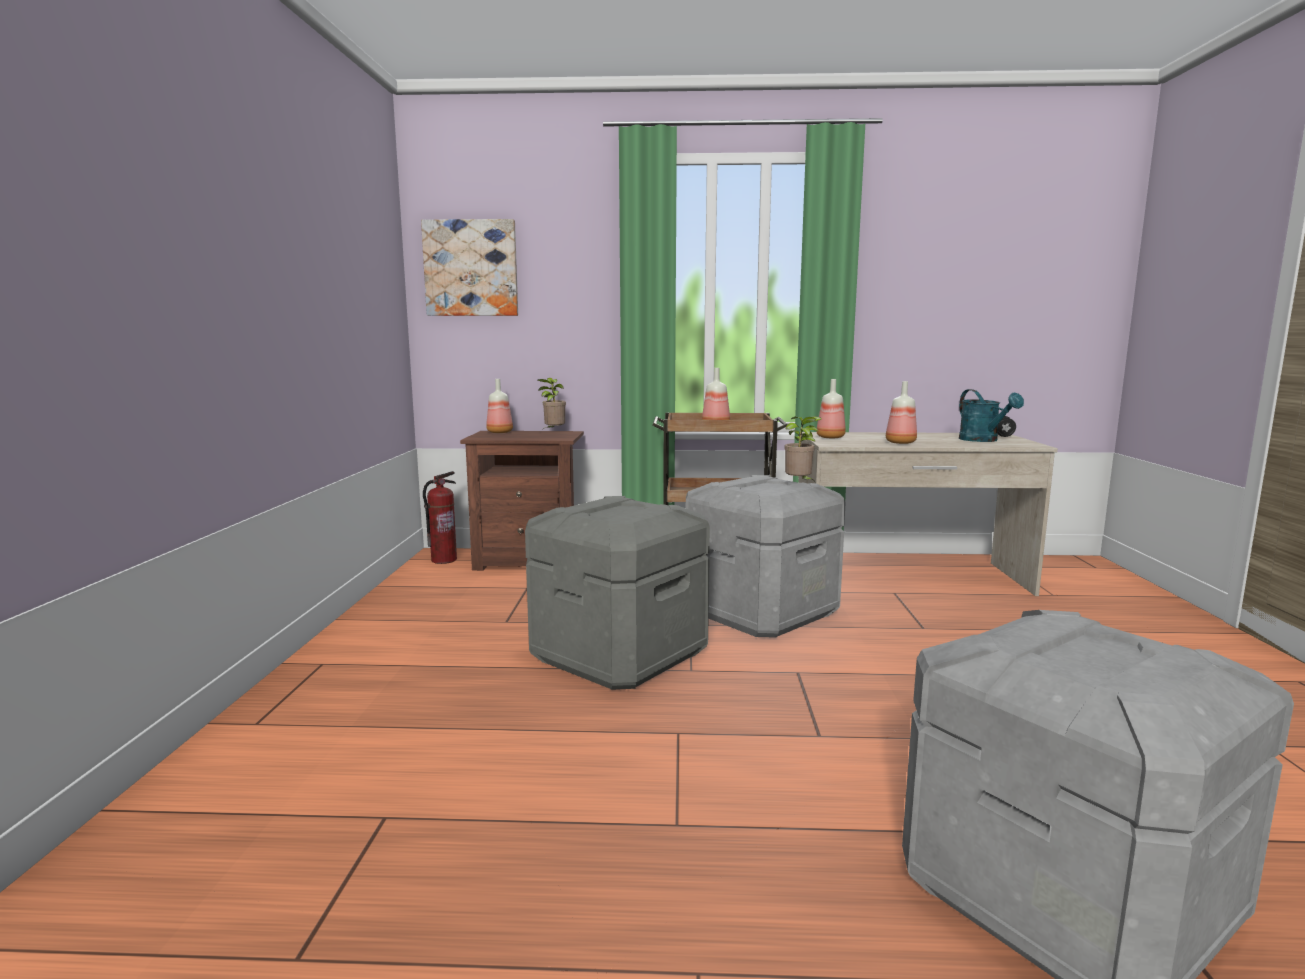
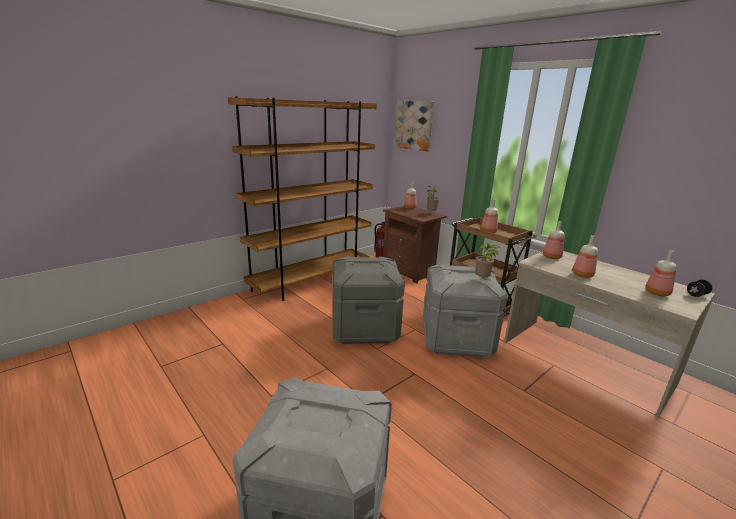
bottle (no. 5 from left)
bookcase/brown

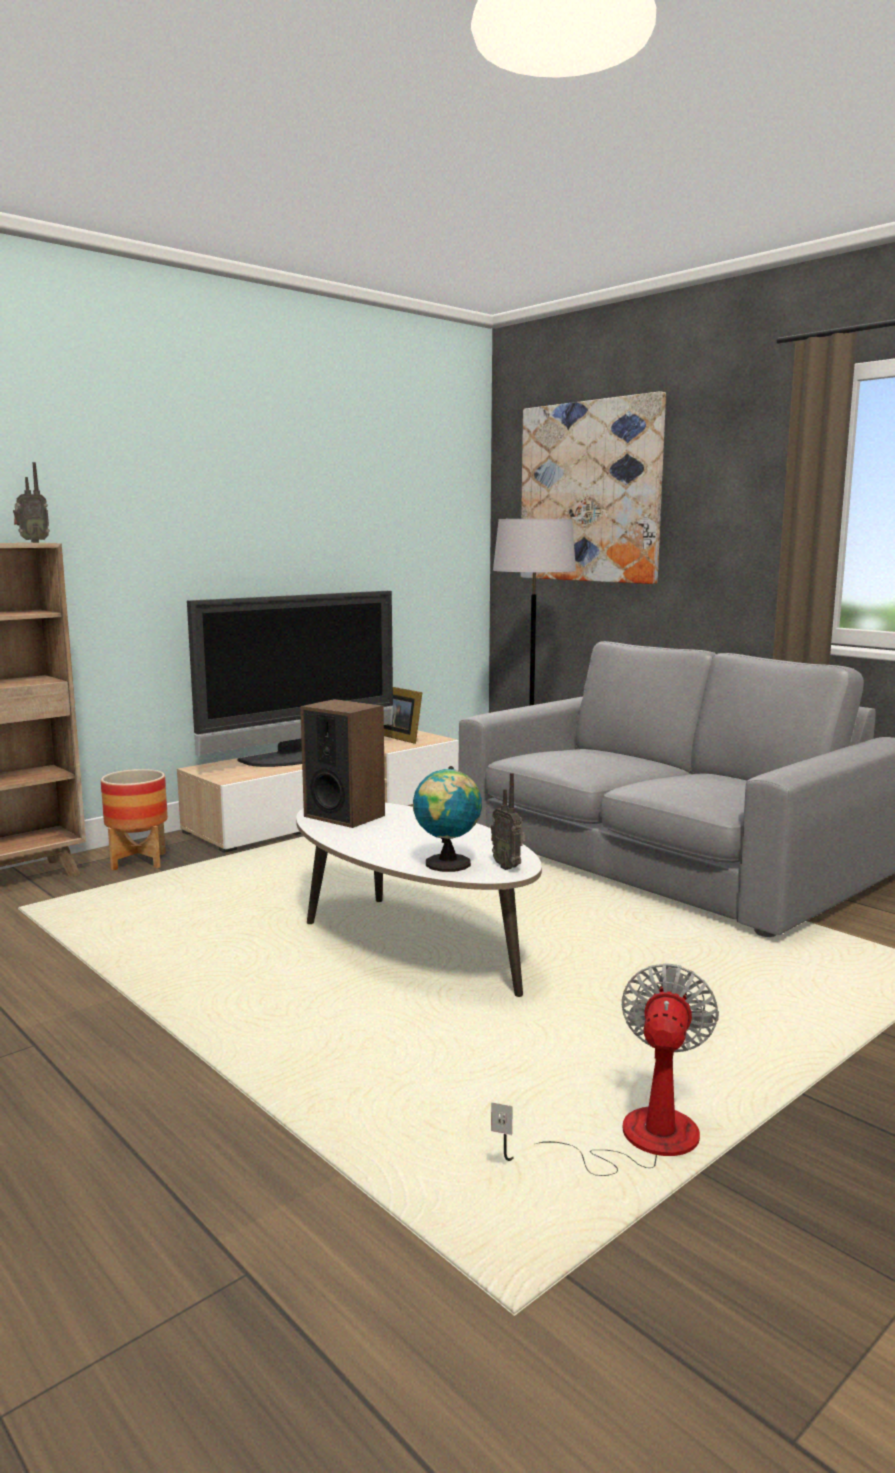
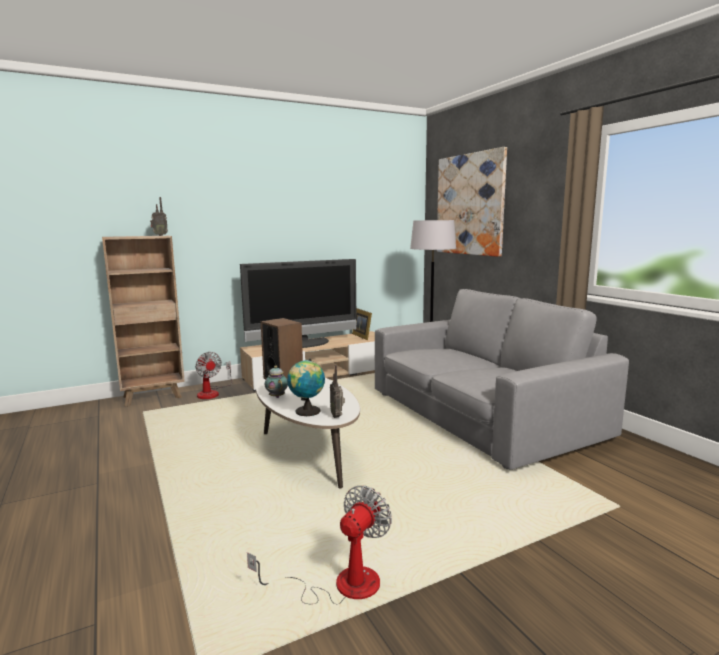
fan (no. 1 from left)
teapot

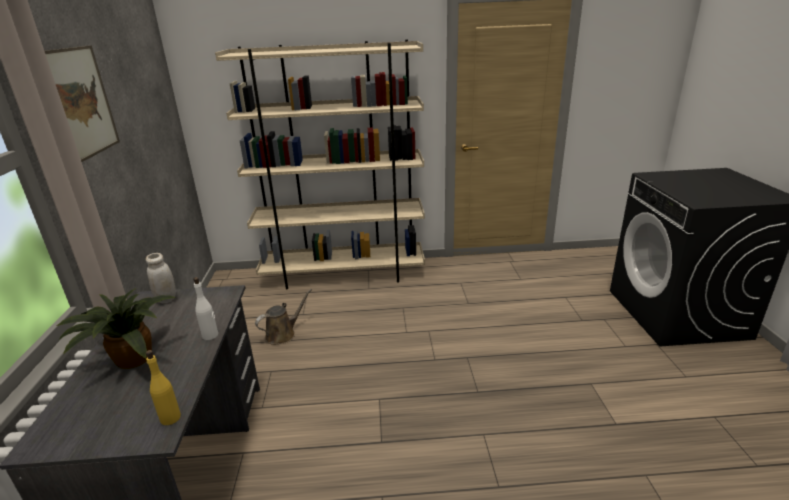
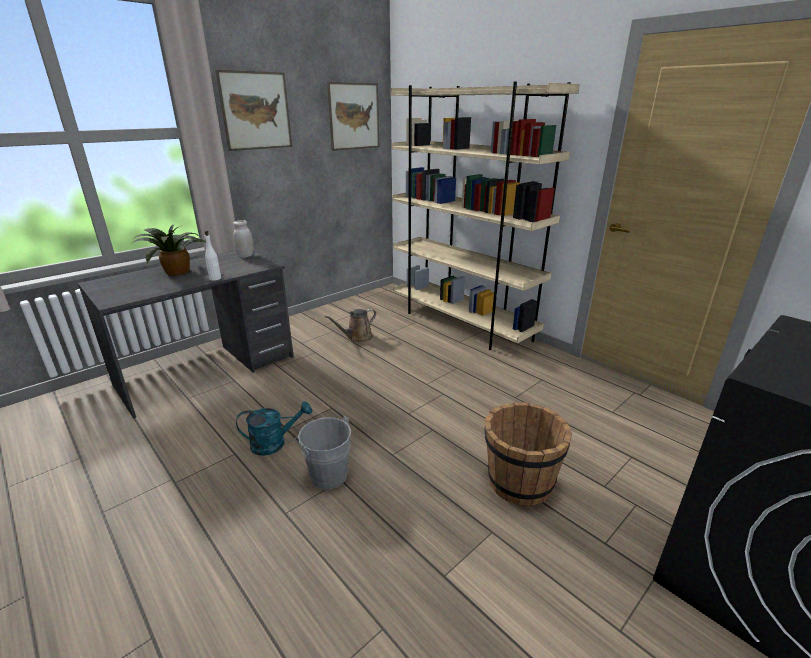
watering can/brown
bottle/yellow
picture (no. 2 from left)
watering can/turquoise
bucket/brown
bucket/grey

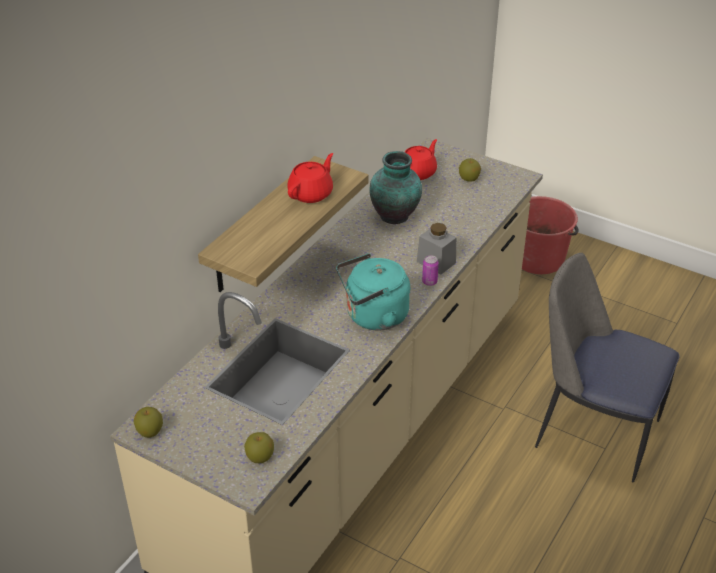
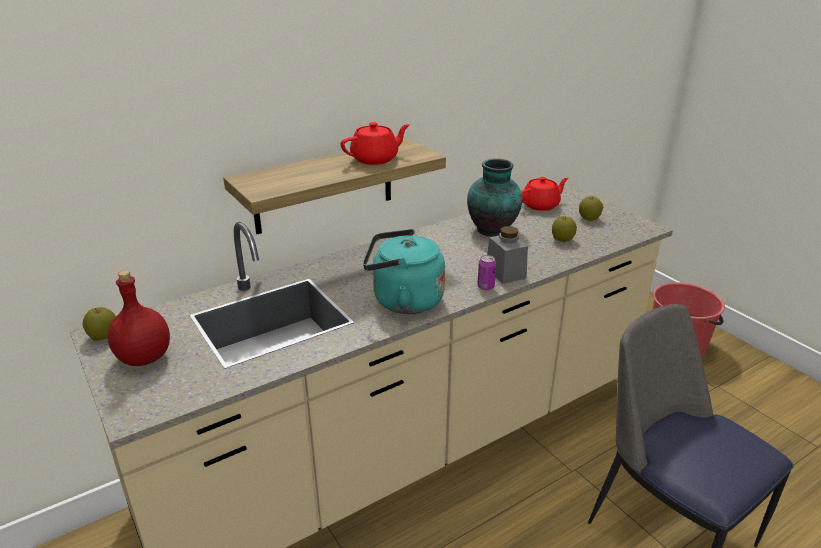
apple (no. 2 from left)
bottle/red

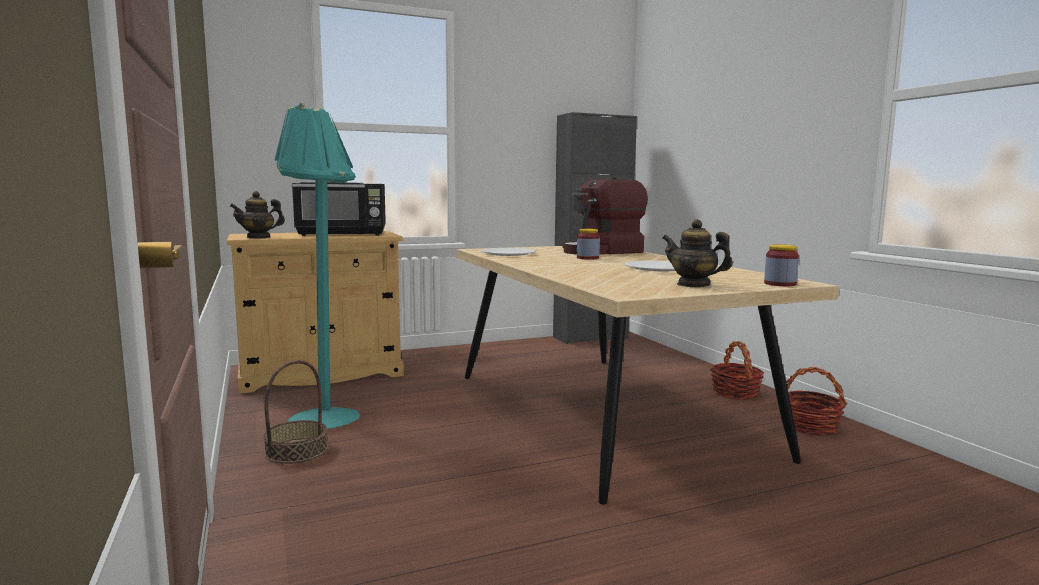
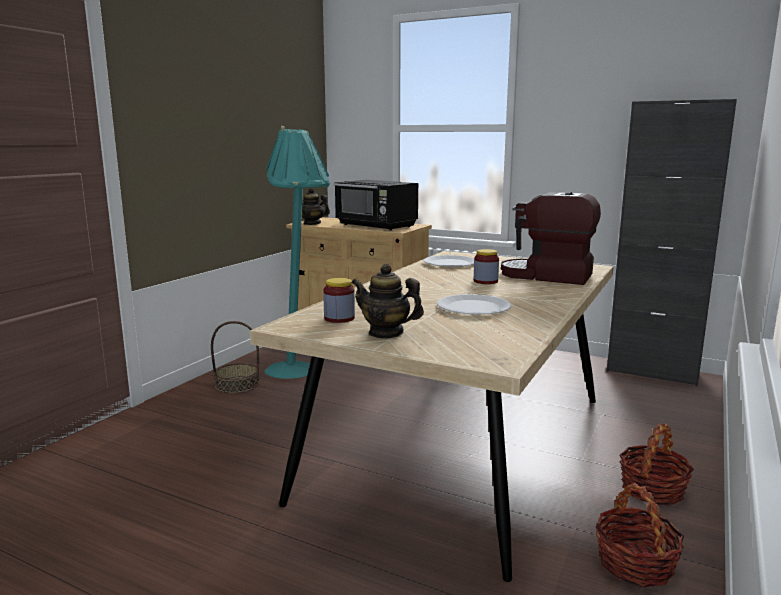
teapot (no. 2 from left)
jar (no. 1 from left)

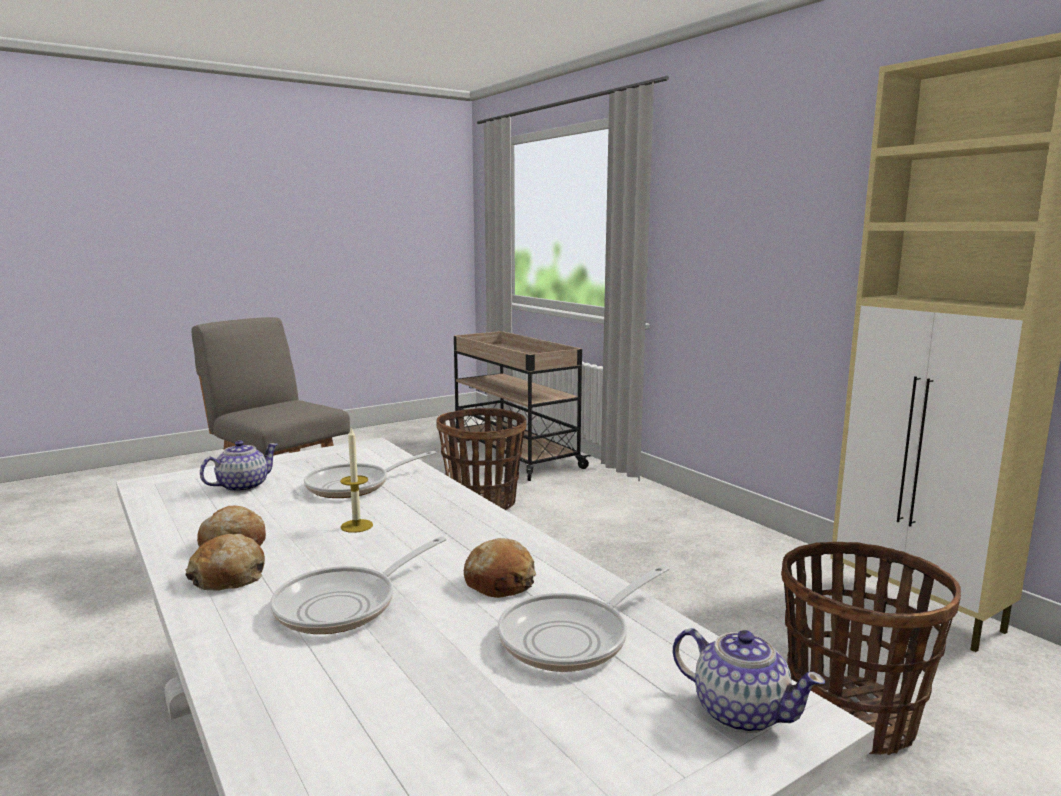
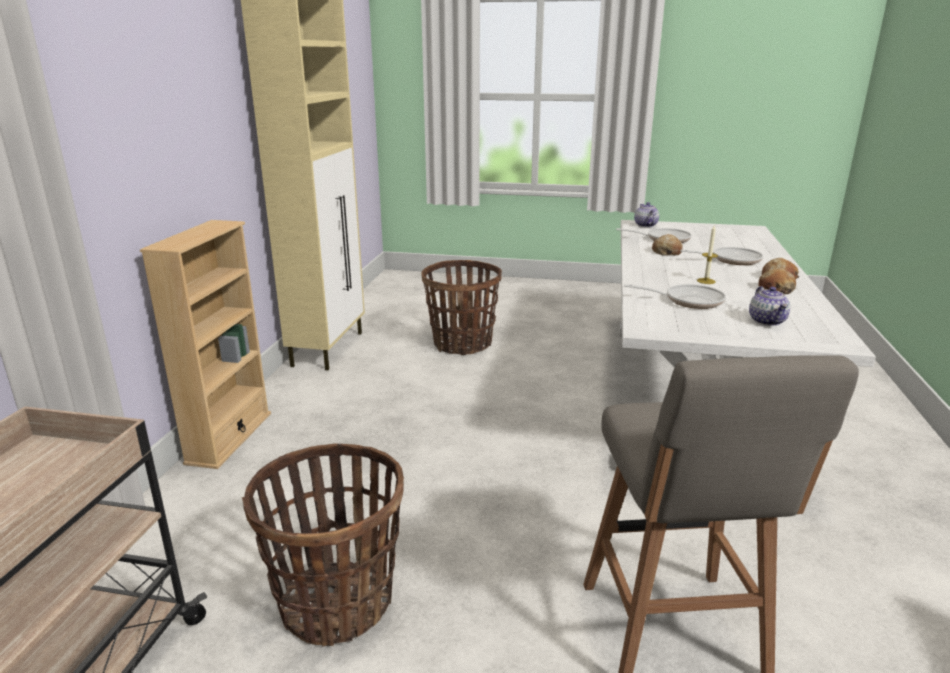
teapot (no. 2 from left)
bookcase/beige

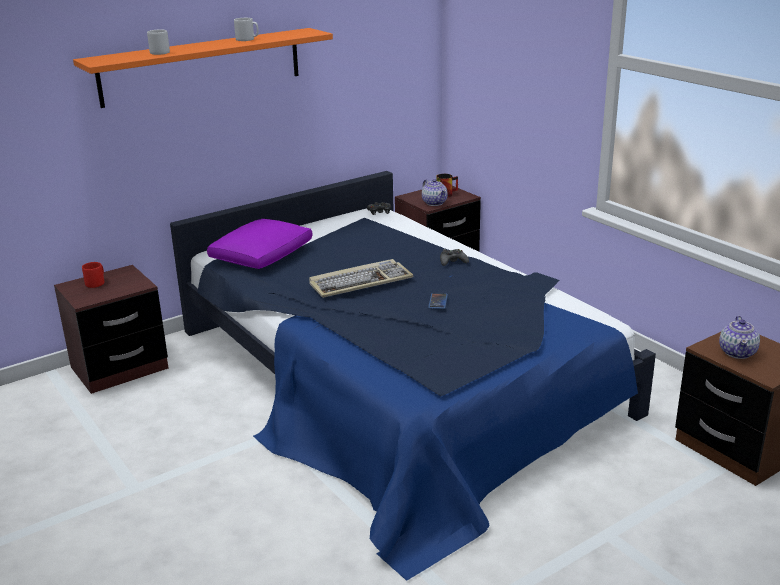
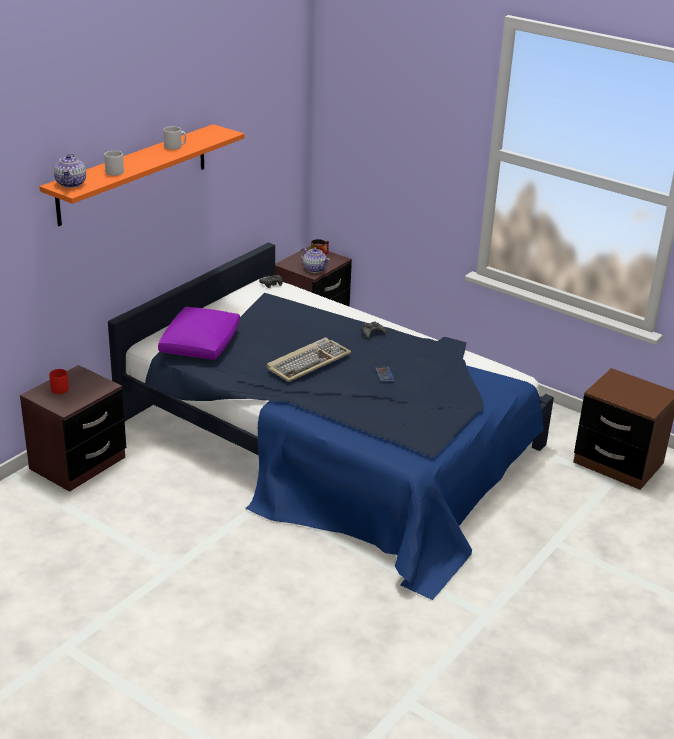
teapot (no. 1 from left)

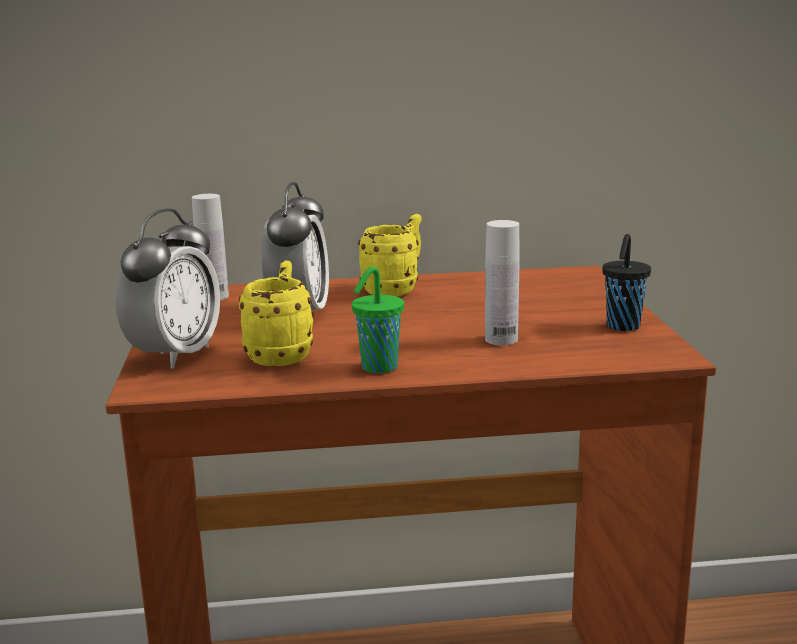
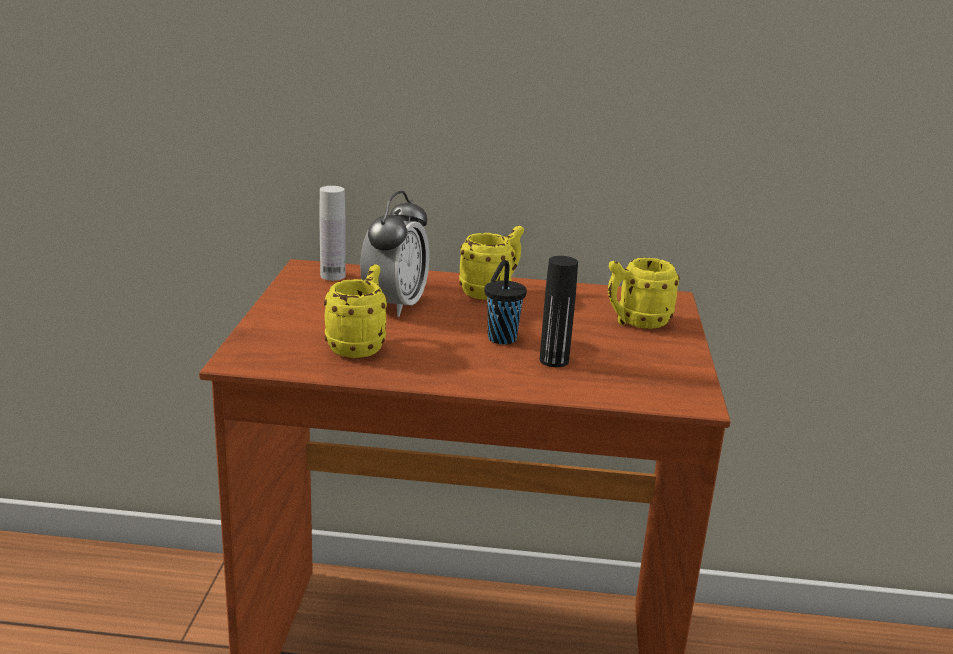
alarm clock (no. 1 from left in the first image)
bottle/black
cup/black
cup/green
mug/yellow (no. 3 from left)

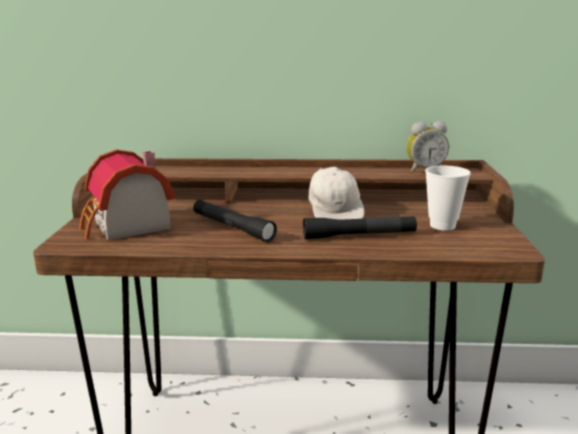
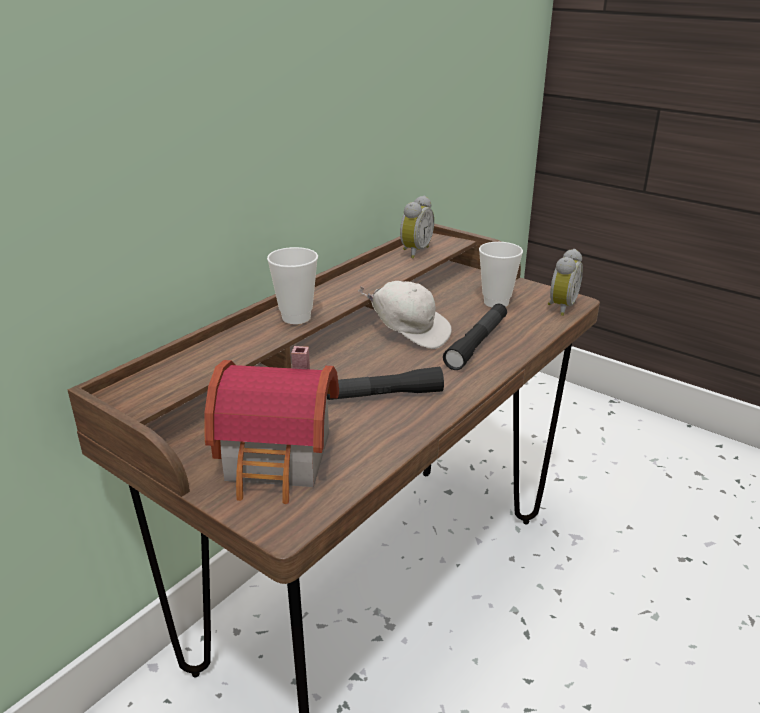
cup (no. 1 from left)
alarm clock (no. 2 from left)

